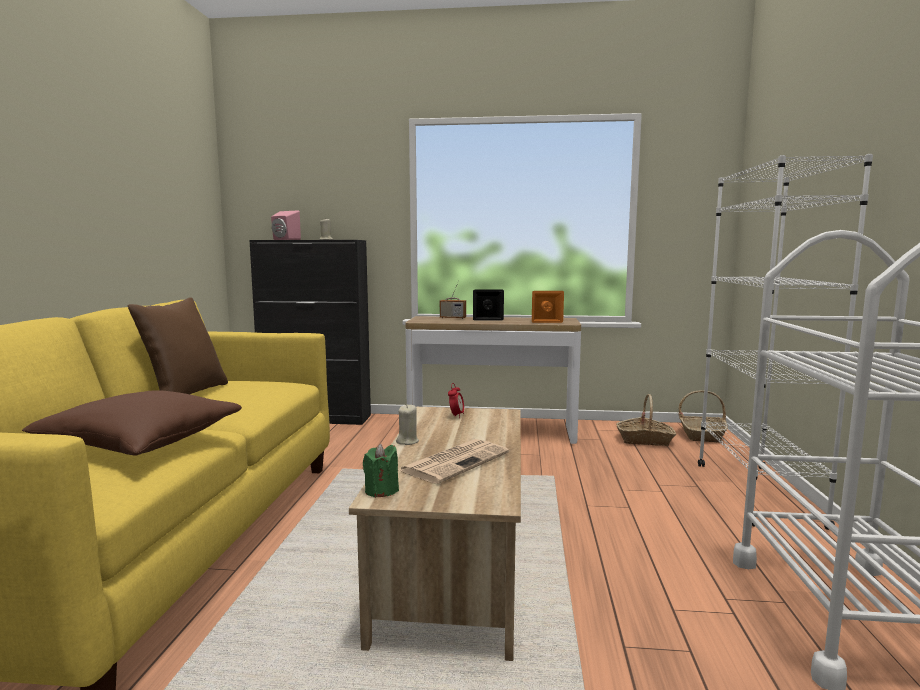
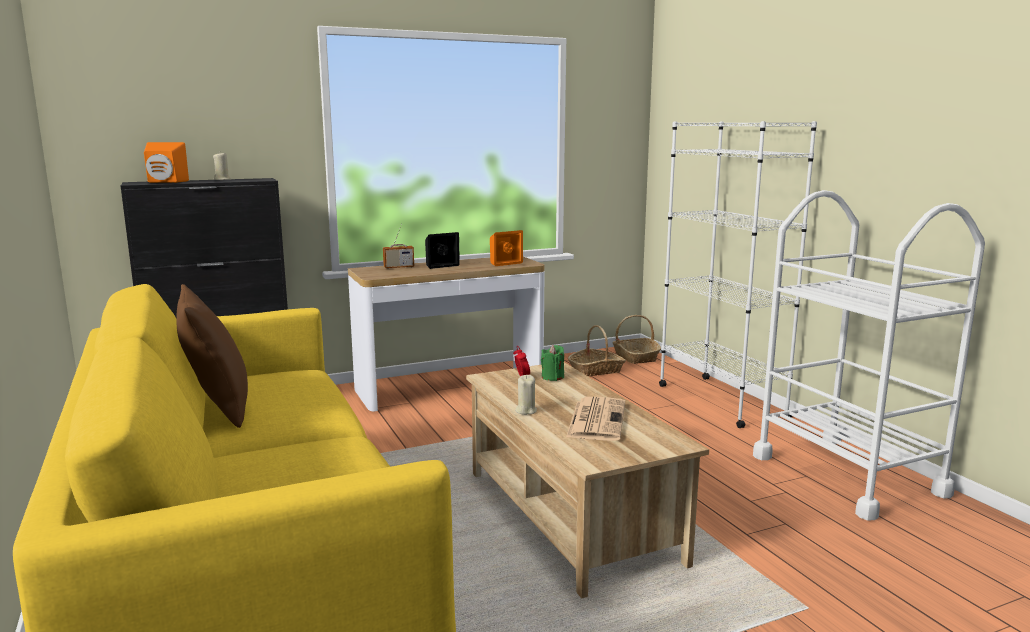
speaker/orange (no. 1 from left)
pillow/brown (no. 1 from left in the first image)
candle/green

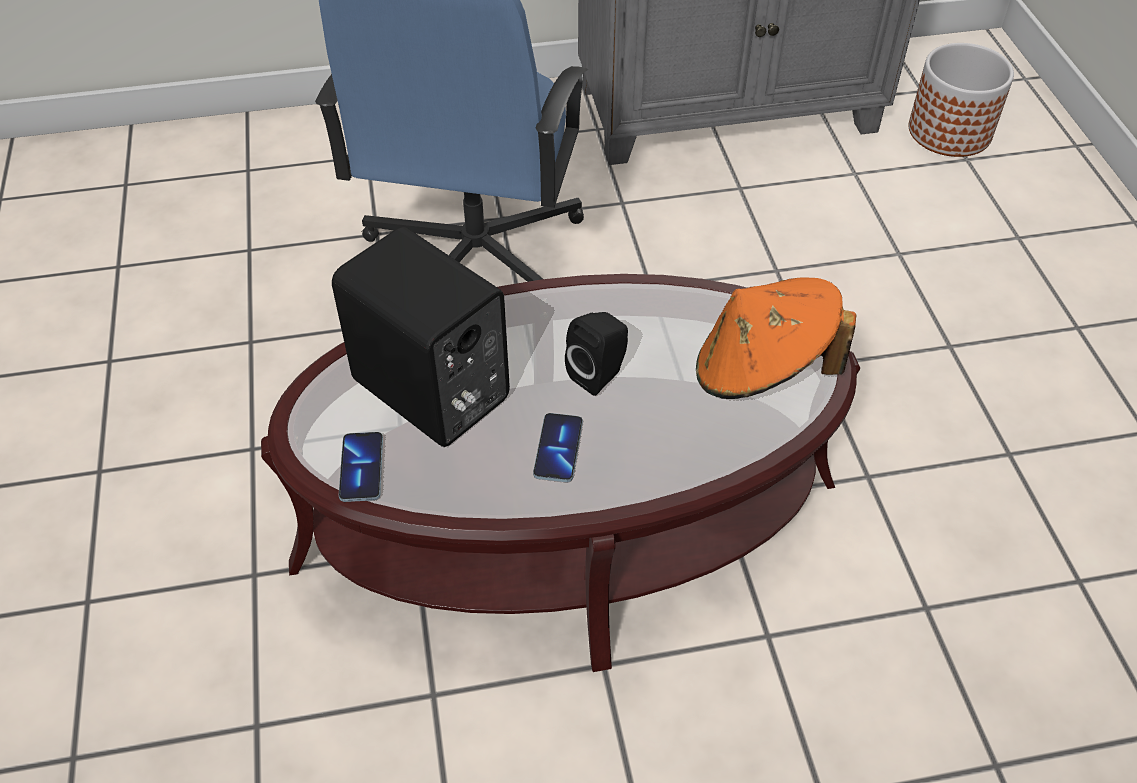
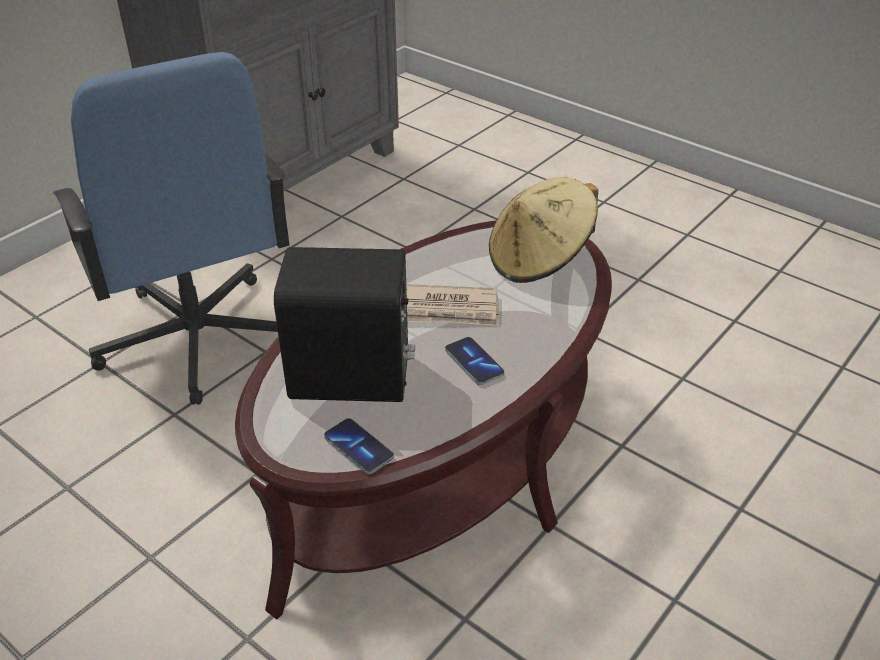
planter
hat/beige
newspaper

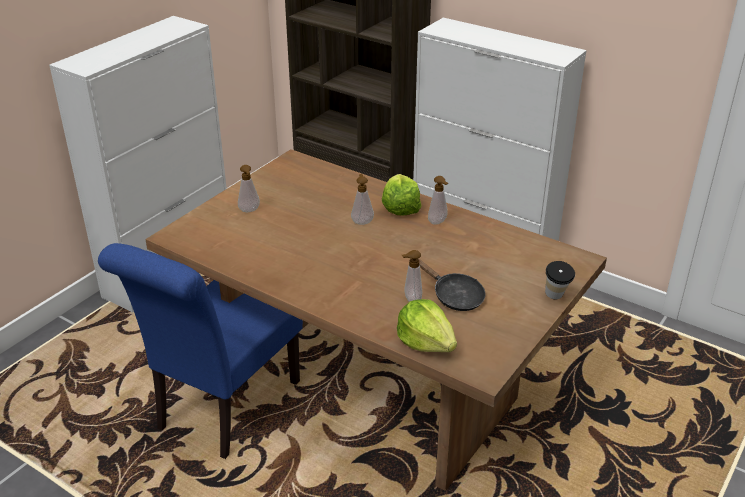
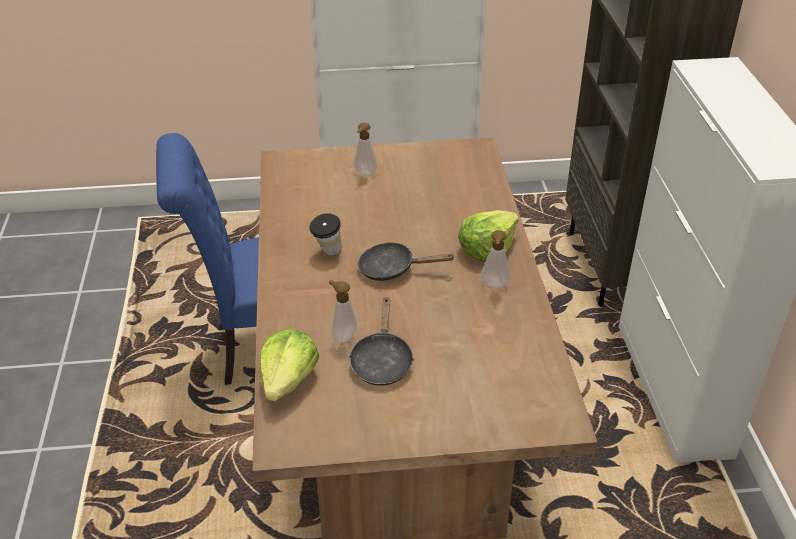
soap dispenser (no. 2 from left in the first image)
cup
frying pan/black (no. 2 from left)

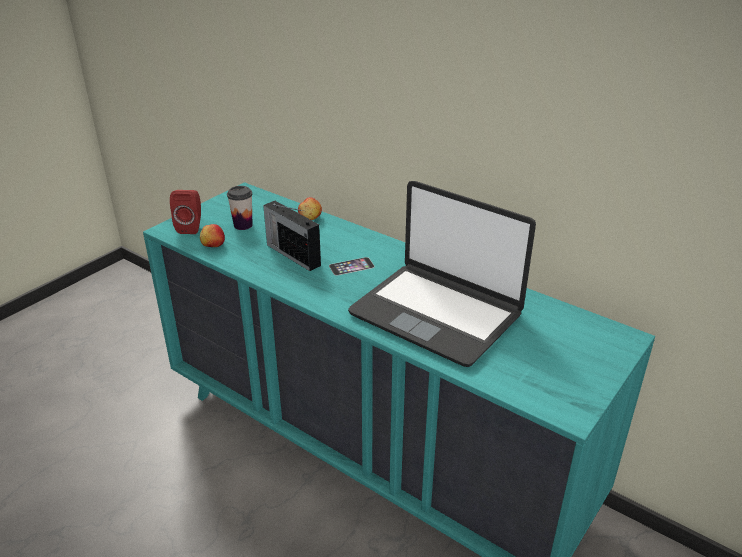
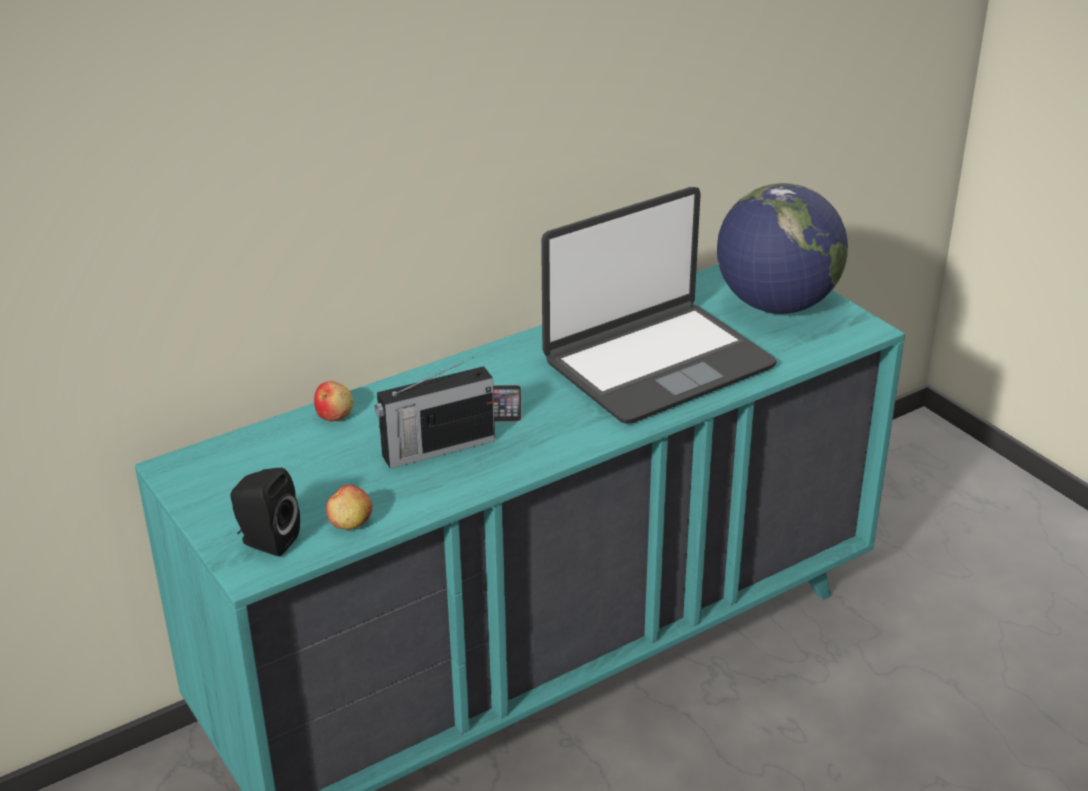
cup
speaker/black
globe

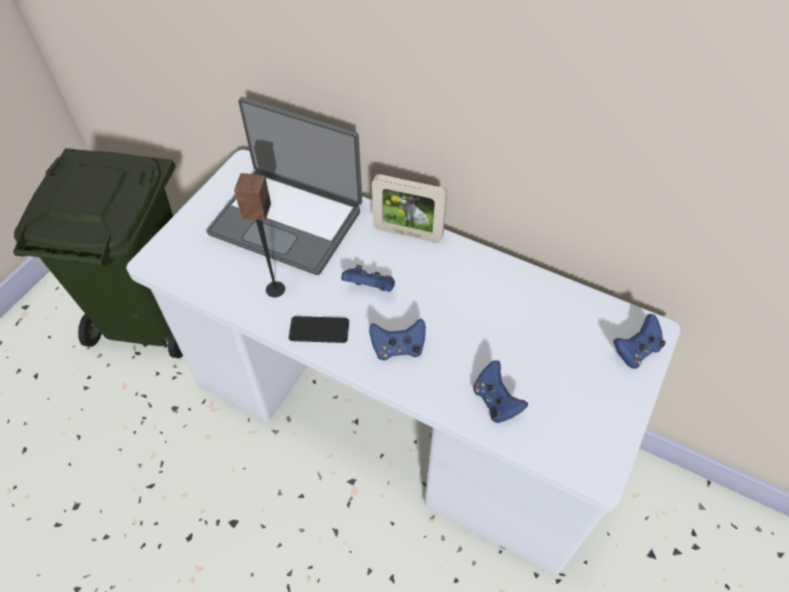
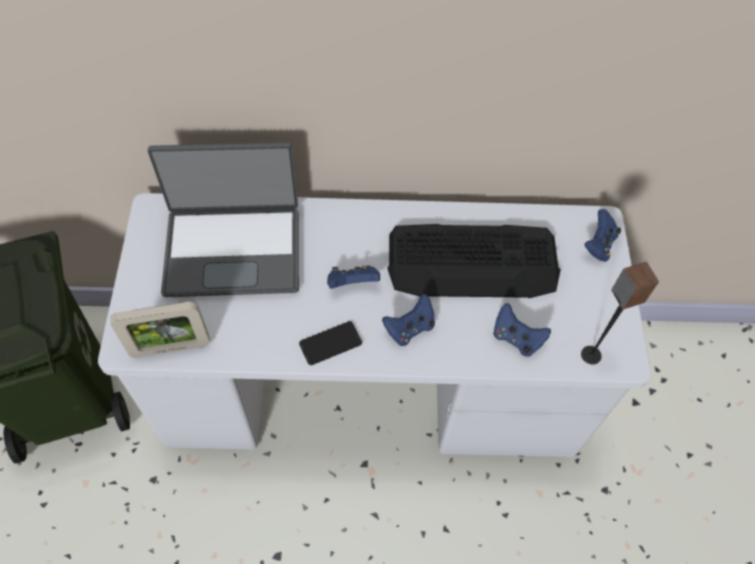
speaker
picture frame
keyboard

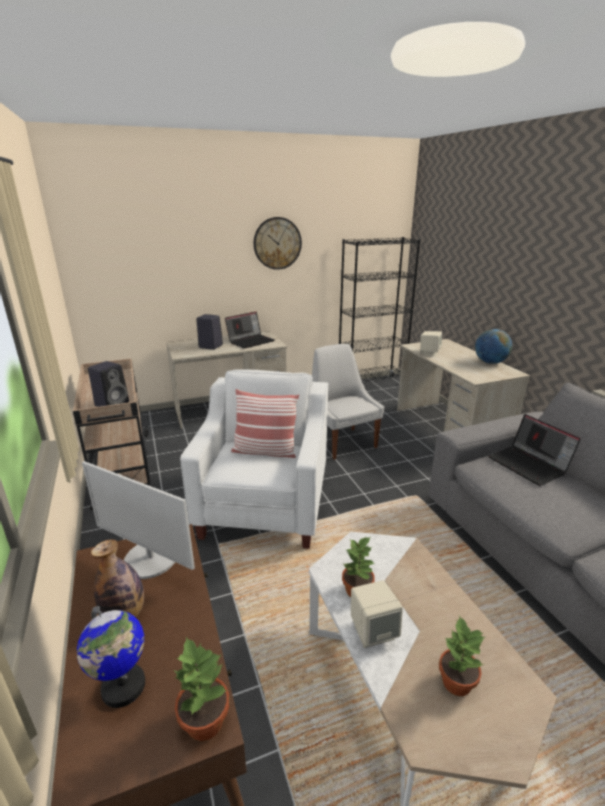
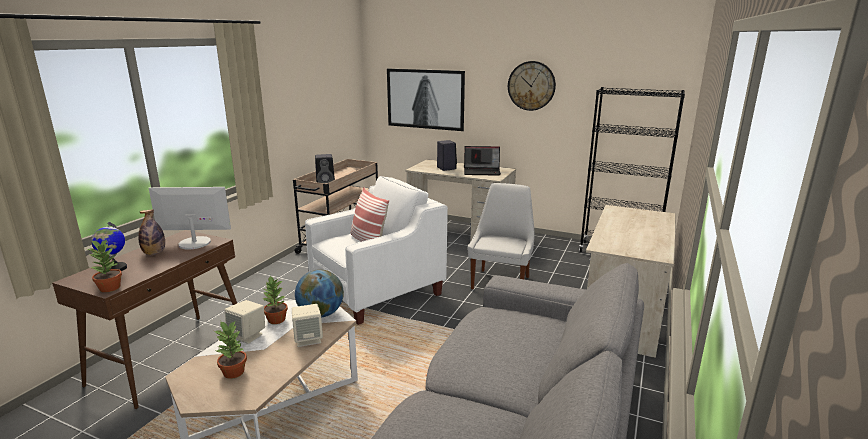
globe (no. 2 from left)
speaker/beige (no. 2 from left)
laptop (no. 2 from left in the first image)
monitor
picture

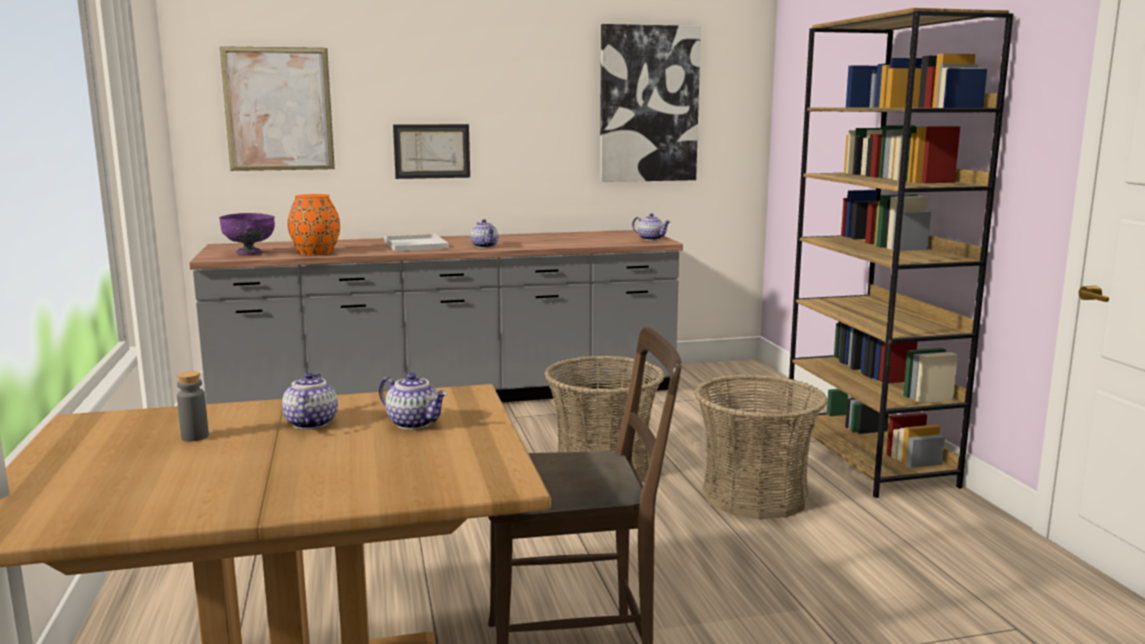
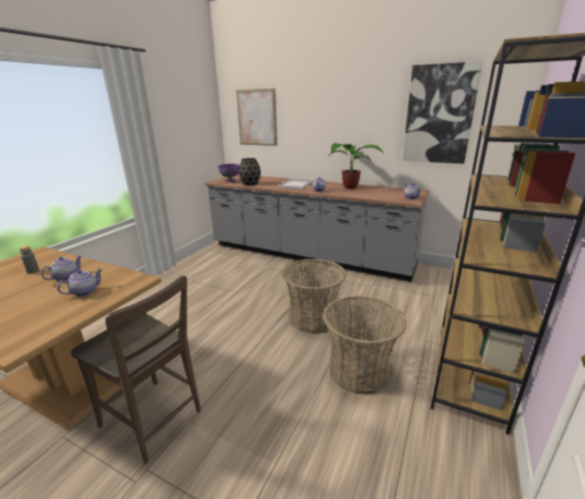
picture (no. 2 from left in the first image)
vase/black
teapot (no. 2 from left)
potted plant

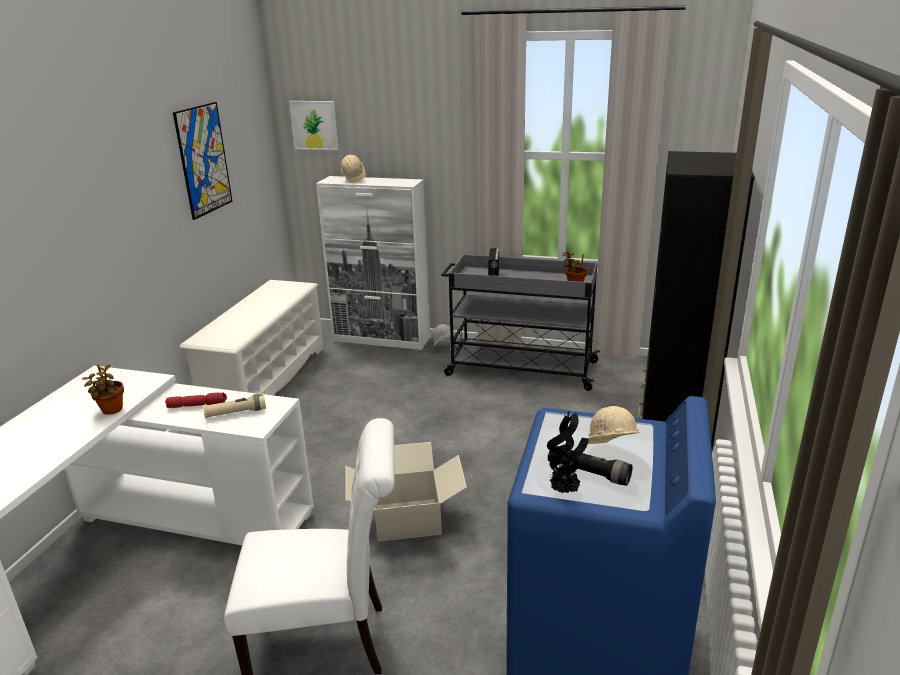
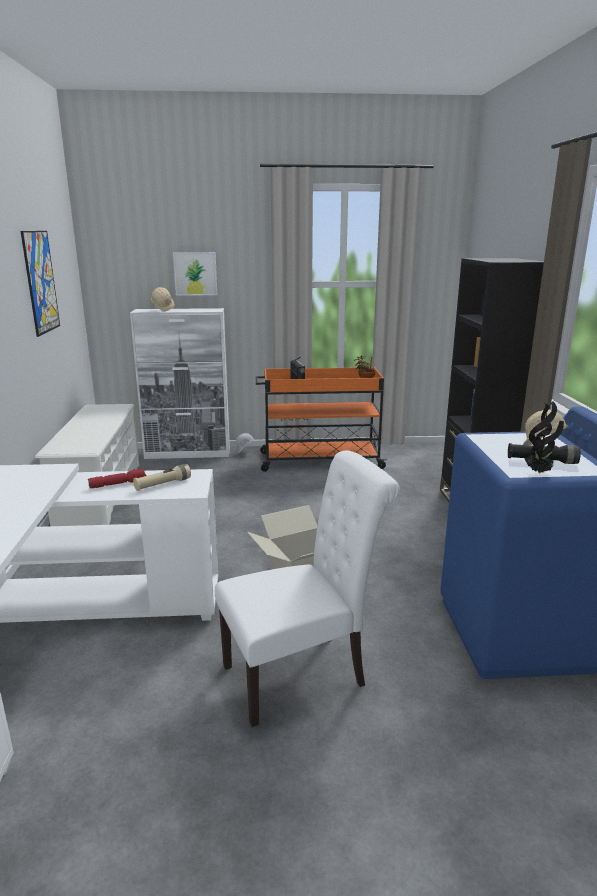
picture (no. 2 from left)
cart/orange
potted plant (no. 1 from left in the first image)

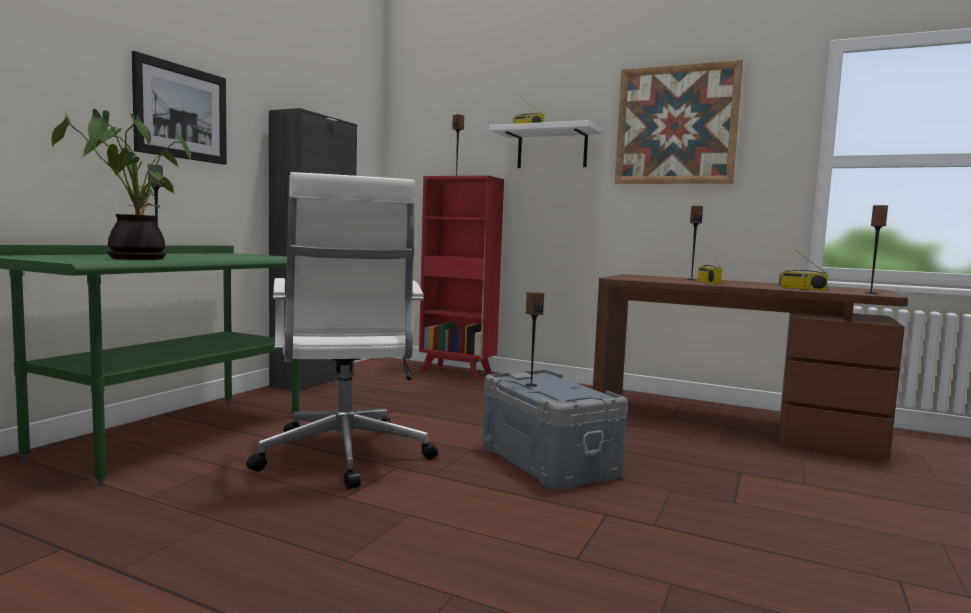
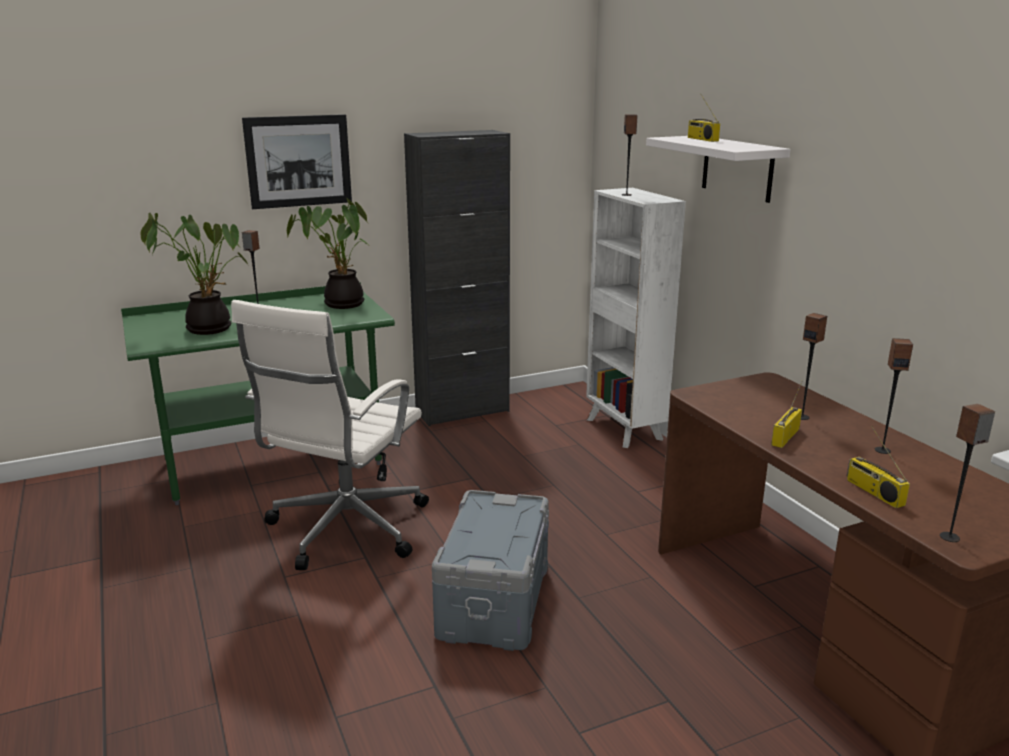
picture (no. 2 from left in the first image)
bookcase/white
speaker (no. 4 from left)
potted plant (no. 2 from left)

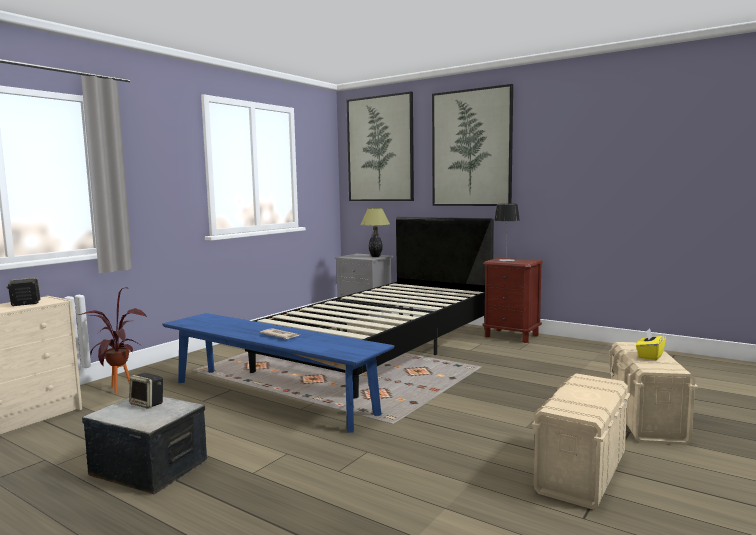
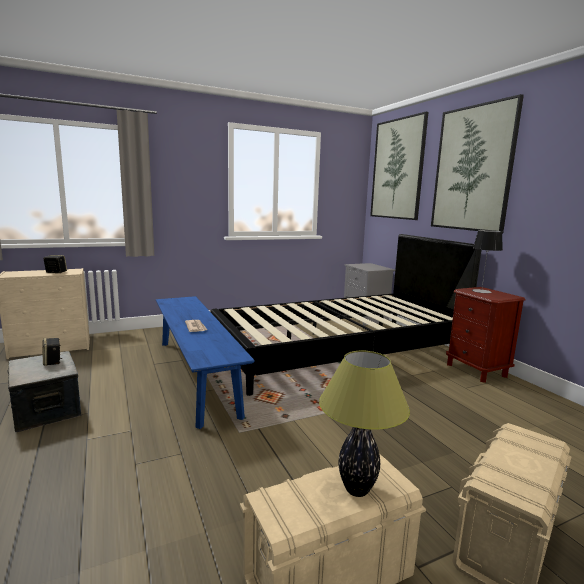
table lamp (no. 1 from left)
potted plant
tissue box/yellow

